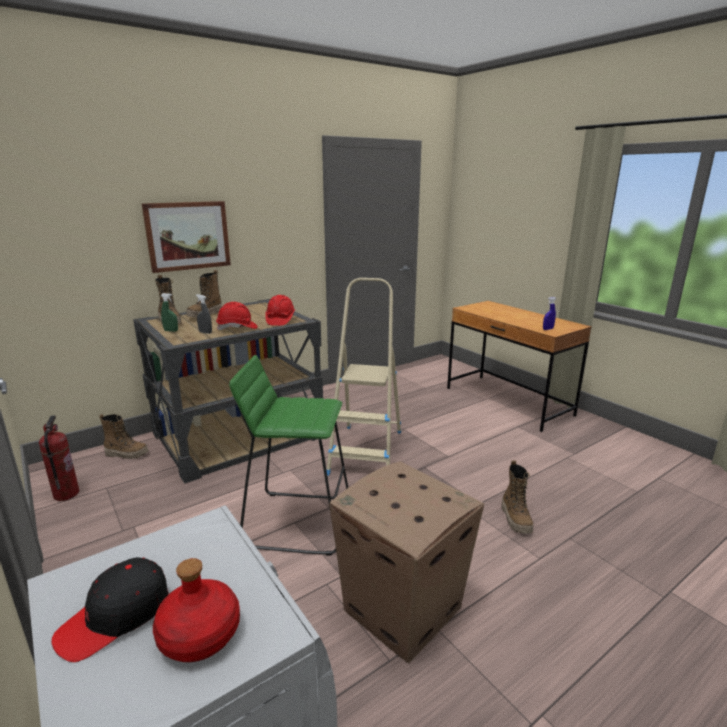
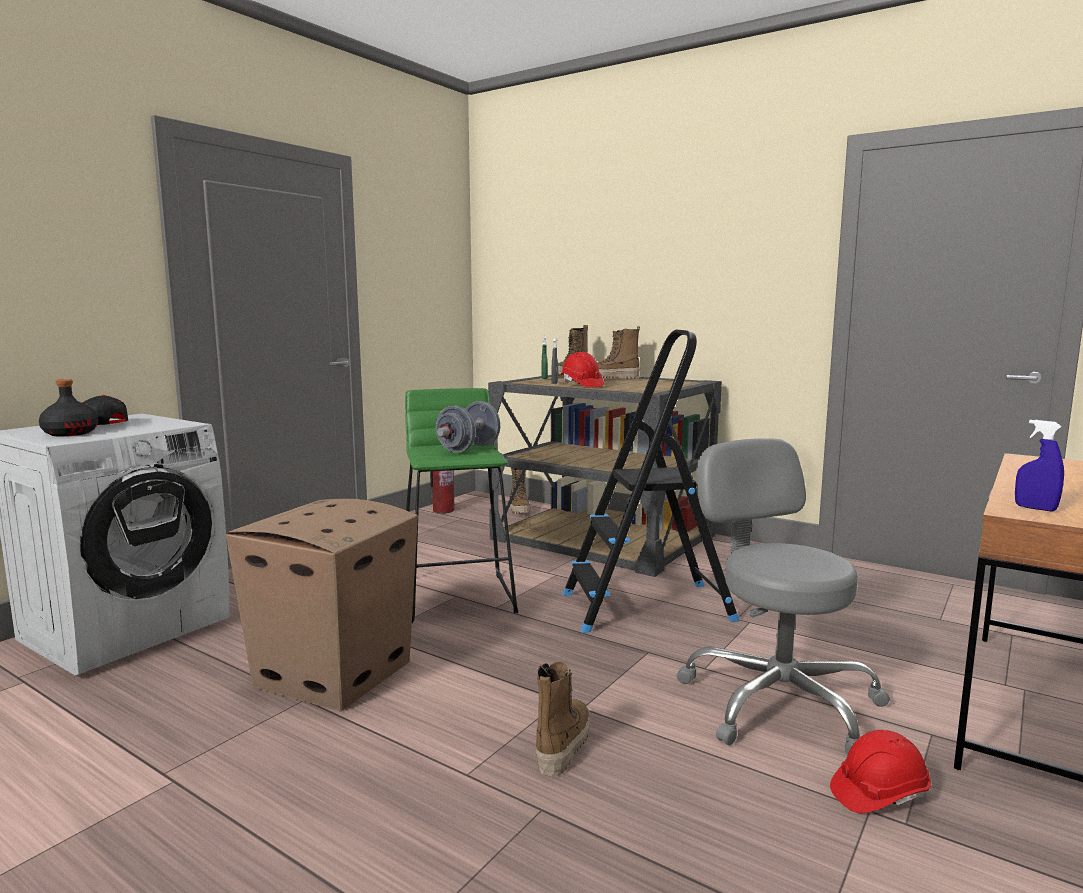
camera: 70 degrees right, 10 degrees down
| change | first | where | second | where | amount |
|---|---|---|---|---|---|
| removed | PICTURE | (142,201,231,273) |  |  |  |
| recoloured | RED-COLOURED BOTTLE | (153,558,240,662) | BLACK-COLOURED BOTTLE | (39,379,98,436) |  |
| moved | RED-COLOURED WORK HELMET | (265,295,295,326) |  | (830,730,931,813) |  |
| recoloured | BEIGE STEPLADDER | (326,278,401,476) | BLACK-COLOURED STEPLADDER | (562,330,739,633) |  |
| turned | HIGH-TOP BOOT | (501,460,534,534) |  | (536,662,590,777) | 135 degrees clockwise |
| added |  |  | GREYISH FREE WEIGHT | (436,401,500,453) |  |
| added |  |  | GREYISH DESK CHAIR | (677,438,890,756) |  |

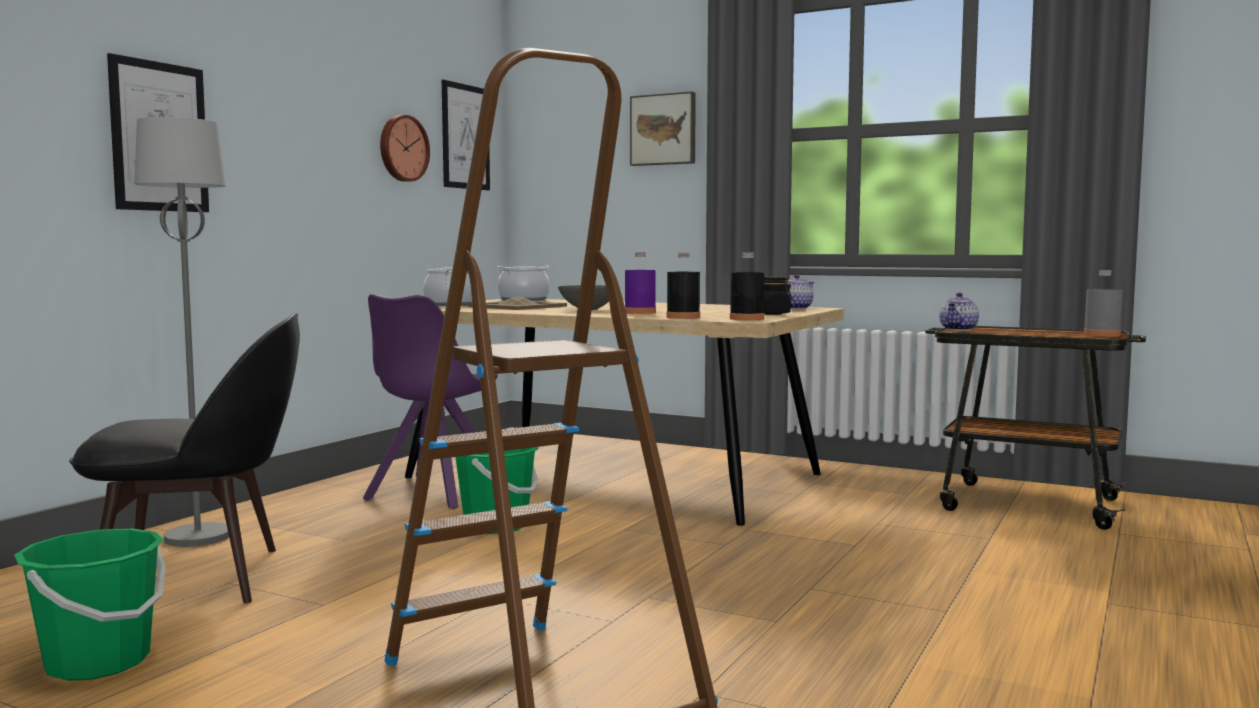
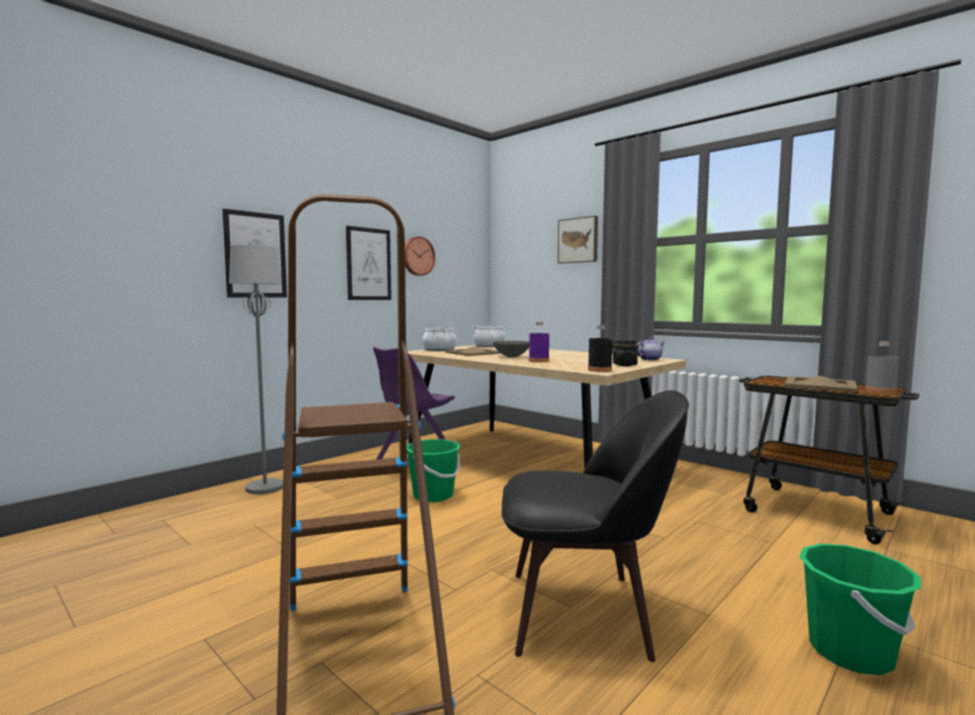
camera: 15 degrees right, 0 degrees up
| change | first | where | second | where | amount |
|---|---|---|---|---|---|
| moved | GREEN BUCKET | (14,529,166,681) |  | (800,544,921,675) |  |
| moved | BLACK-COLOURED CHAIR | (69,313,300,603) |  | (501,390,689,662) |  |
| moved | PICTURE | (442,80,490,190) |  | (346,226,391,300) |  |
| removed | BLACK-COLOURED BOTTLE | (666,252,700,319) |  |  |  |
| removed | TEA POT | (939,292,979,331) |  |  |  |
| added |  |  | BEIGE SERVING TRAY | (785,376,858,392) |  |

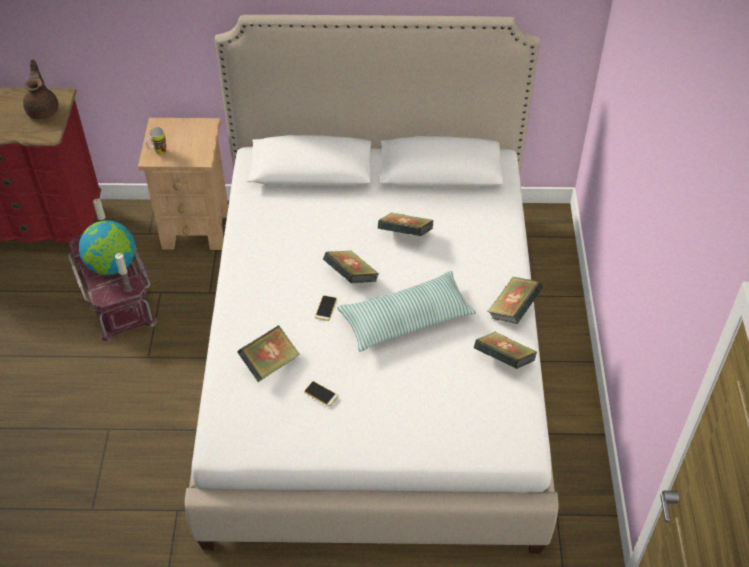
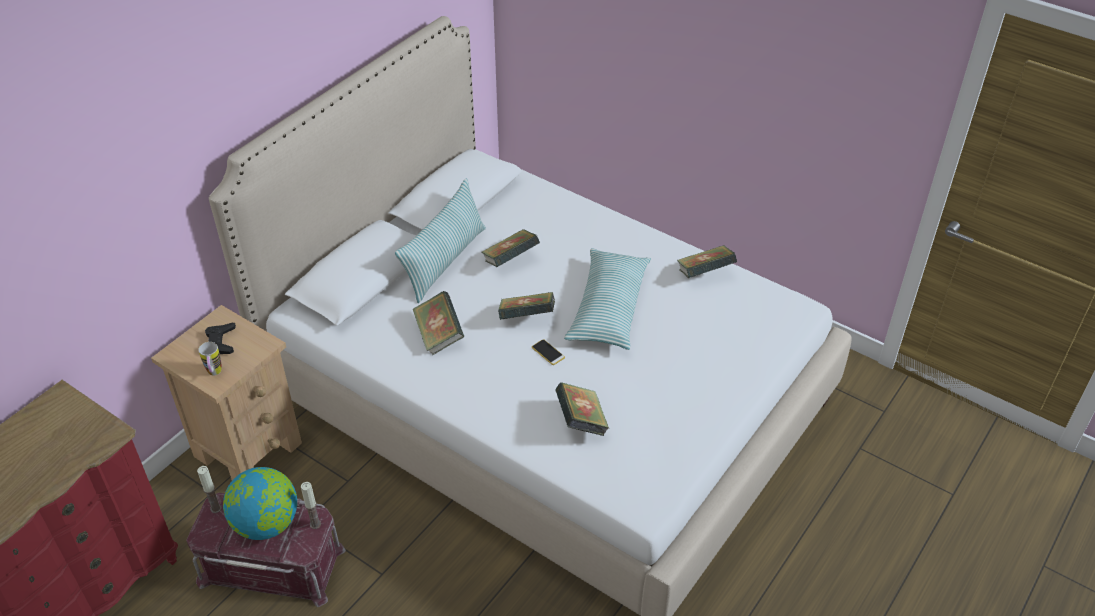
camera: 55 degrees left, 5 degrees down
| change | first | where | second | where | amount |
|---|---|---|---|---|---|
| removed | BROWN TEA POT | (23,59,59,119) |  |  |  |
| removed | TELEPHONE | (304,381,338,406) |  |  |  |
| moved | BOOK | (487,277,543,324) |  | (412,291,464,355) |  |
| added |  |  | BLACK-COLOURED GAMEPAD | (205,323,236,354) |  |
| added |  |  | CUSHION | (395,178,486,303) |  |

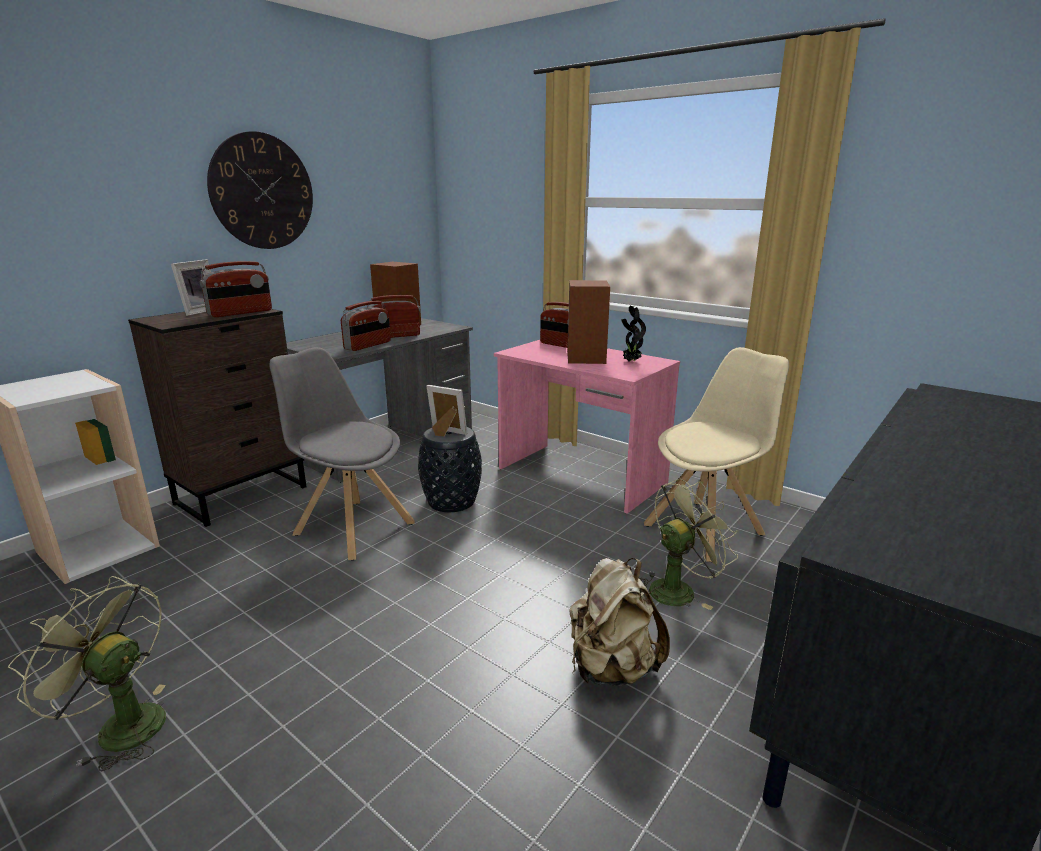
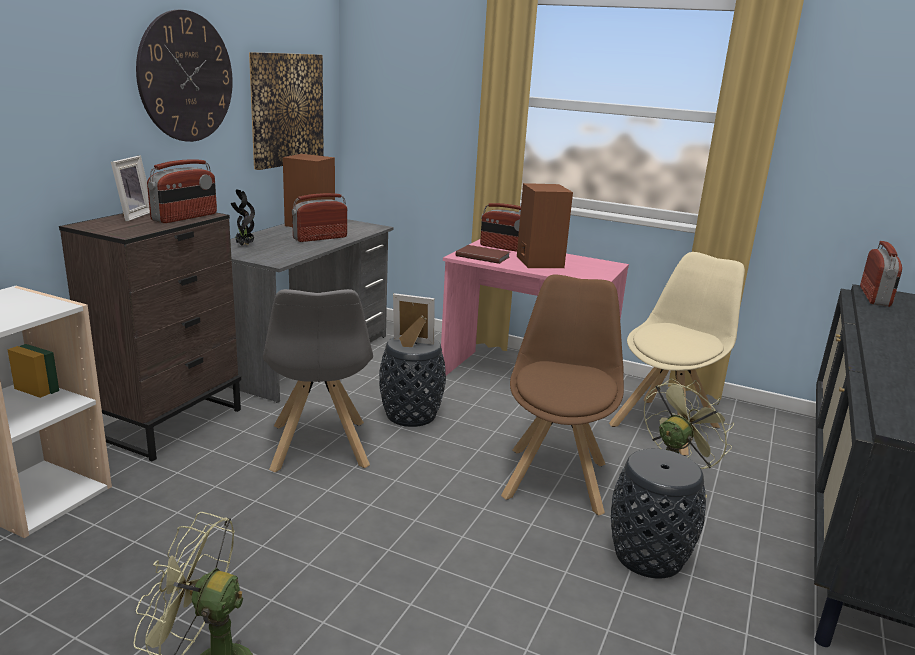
camera: 15 degrees left, 0 degrees up
| change | first | where | second | where | amount |
|---|---|---|---|---|---|
| turned | GREYISH CHAIR | (269,347,415,560) |  | (263,289,373,473) | 120 degrees counterclockwise |
| moved | RADIO SET | (341,301,391,351) |  | (860,241,902,307) |  |
| replaced | BEIGE RUCKSACK | (569,558,670,686) | BLACK-COLOURED STOOL | (611,449,706,579) |  |
| moved | POTTED PLANT | (621,306,646,361) |  | (231,189,255,246) |  |
| added |  |  | PICTURE | (249,52,324,170) |  |
| added |  |  | BROWN BOOK | (456,245,510,264) |  |
| added |  |  | BROWN CHAIR | (501,275,624,516) |  |

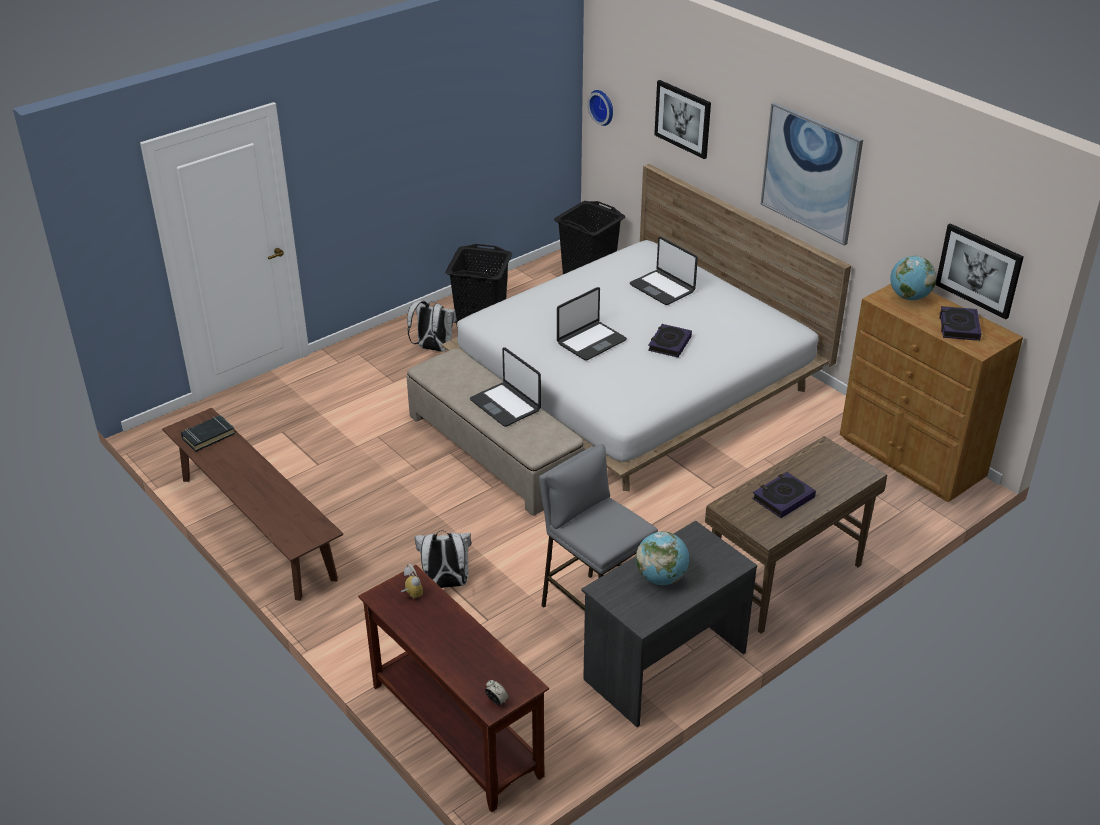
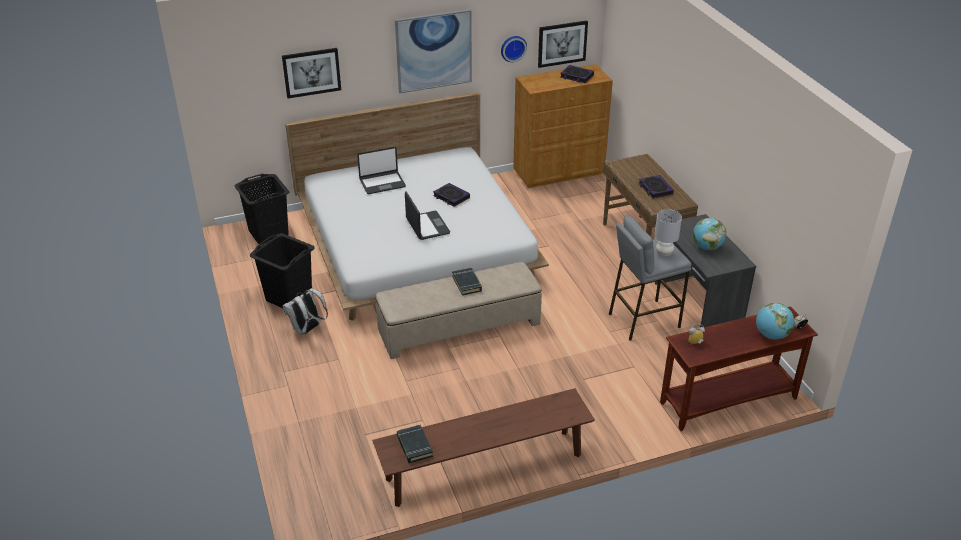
camera: 70 degrees left, 0 degrees up
| change | first | where | second | where | amount |
|---|---|---|---|---|---|
| removed | WHITE-COLOURED RUCKSACK | (415,530,471,588) |  |  |  |
| replaced | NOTEBOOK COMPUTER | (470,347,541,427) | BLACK-COLOURED BOOK | (452,268,482,295) |  |
| moved | HANGING CLOCK | (587,90,613,126) |  | (501,36,527,62) |  |
| moved | WORLD GLOBE | (890,256,936,300) |  | (756,303,794,340) |  |
| added |  |  | GREYISH TABLETOP LAMP | (655,209,682,256) |  |

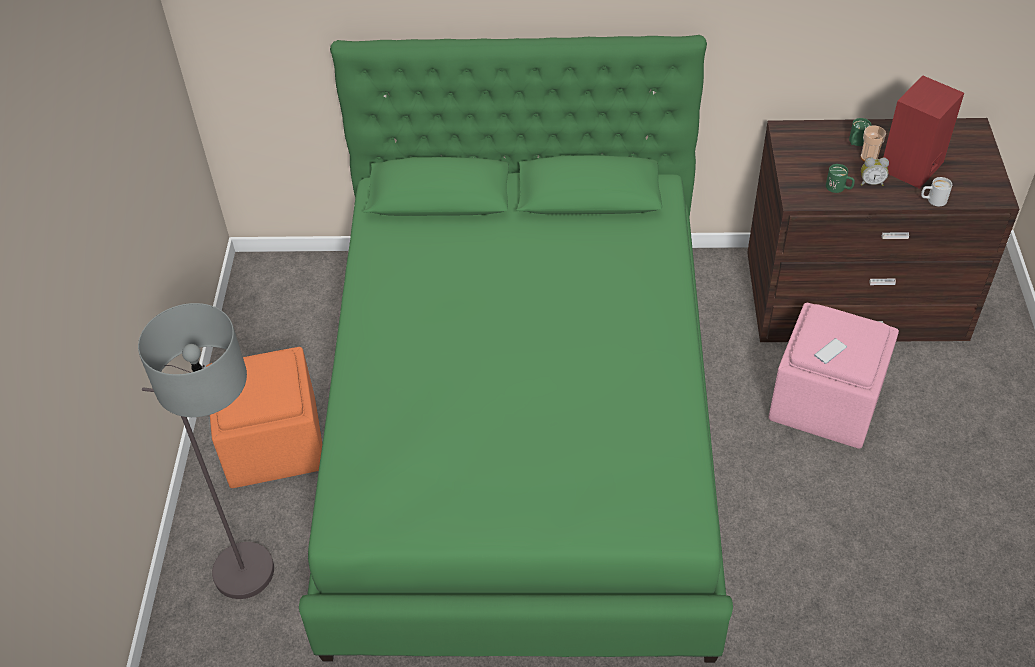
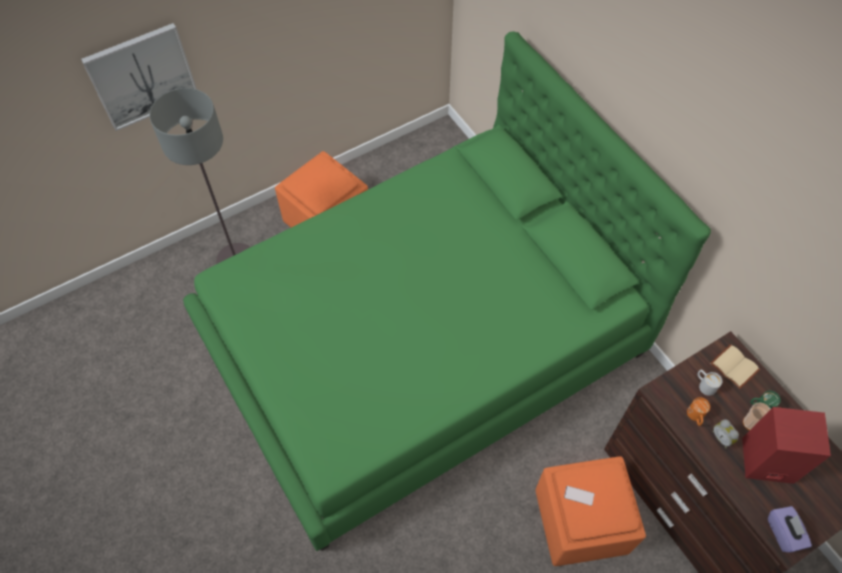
camera: 55 degrees right, 10 degrees up
| change | first | where | second | where | amount |
|---|---|---|---|---|---|
| recoloured | PINK-COLOURED POUFFE | (768,303,899,449) | ORANGEY POUFFE | (535,456,646,566) |  |
| recoloured | GREEN MUG | (826,164,855,193) | ORANGEY MUG | (687,397,710,426) |  |
| moved | WHITE-COLOURED MUG | (921,177,952,206) |  | (698,370,722,396) |  |
| added |  |  | PICTURE | (81,23,196,131) |  |
| added |  |  | BEIGE BOOK | (710,344,760,389) |  |
| added |  |  | PURPLE-COLOURED TISSUE HOLDER | (768,506,812,552) |  |

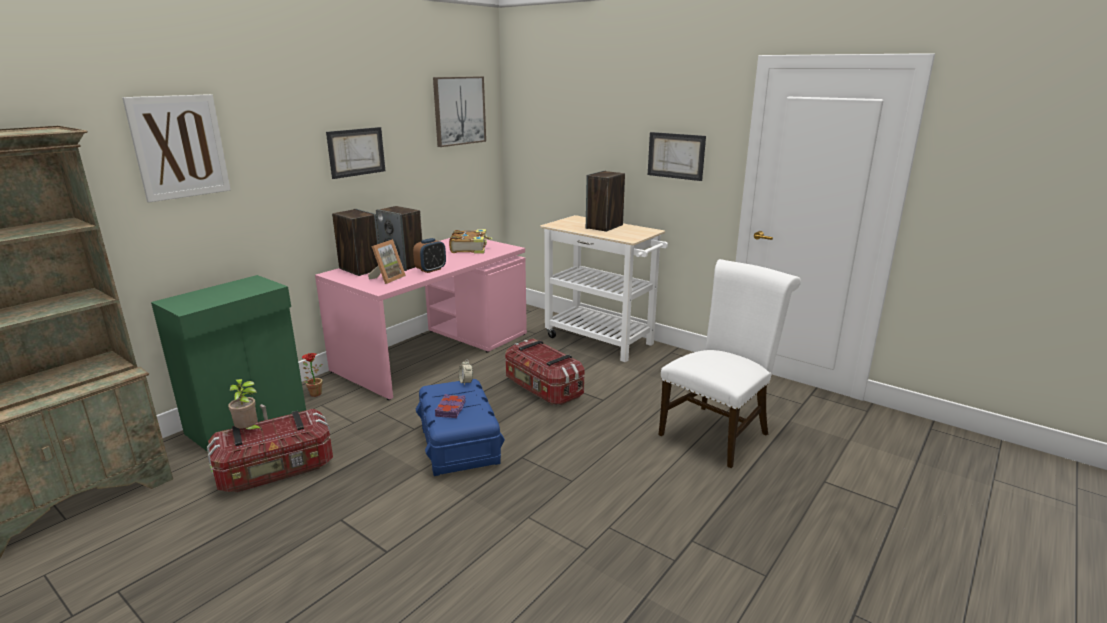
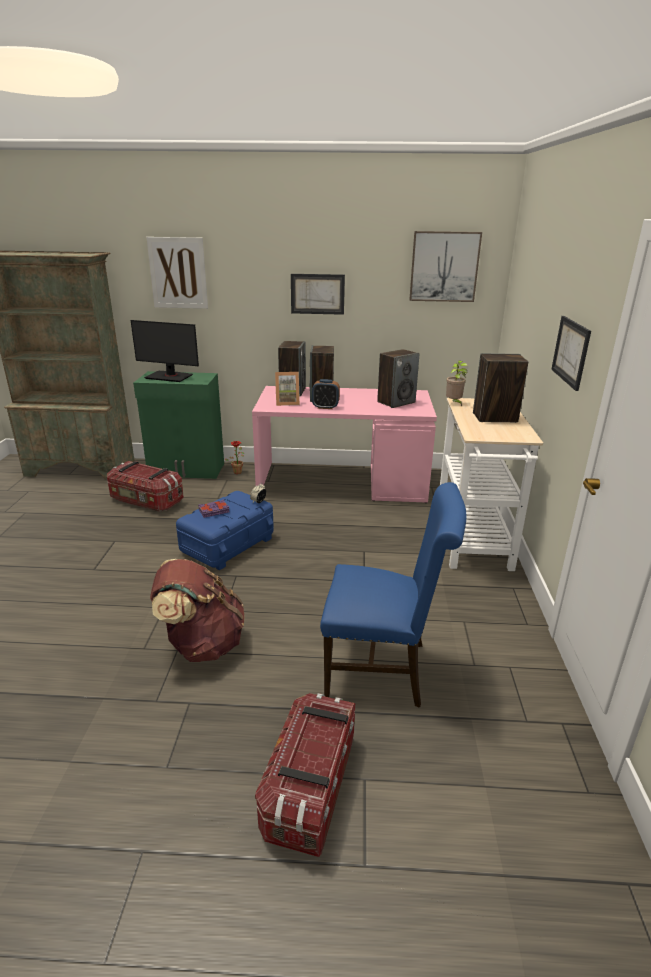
camera: 55 degrees right, 5 degrees up
| change | first | where | second | where | amount |
|---|---|---|---|---|---|
| moved | POTTED PLANT | (228,379,262,430) |  | (446,360,468,406) |  |
| replaced | BOOK | (449,229,493,254) | AUDIO SPEAKER | (377,349,420,408) |  |
| moved | STORAGE CONTAINER | (505,338,585,405) |  | (255,693,355,857) |  |
| recoloured | WHITE-COLOURED CHAIR | (659,259,801,468) | BLUISH CHAIR | (320,482,467,708) |  |
| added |  |  | MONITOR | (131,320,199,382) |  |
| added |  |  | BROWN RUCKSACK | (150,559,245,662) |  |

